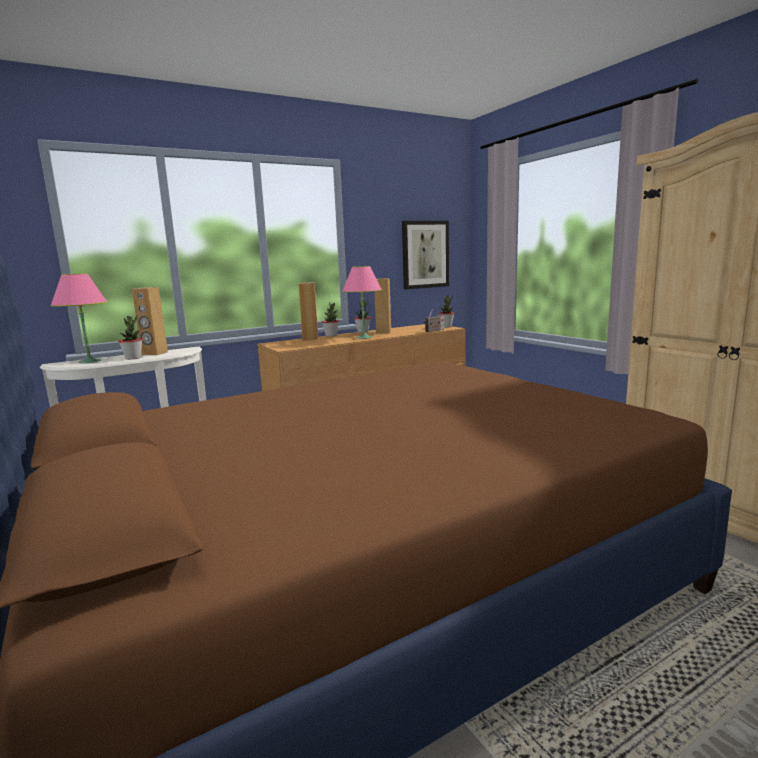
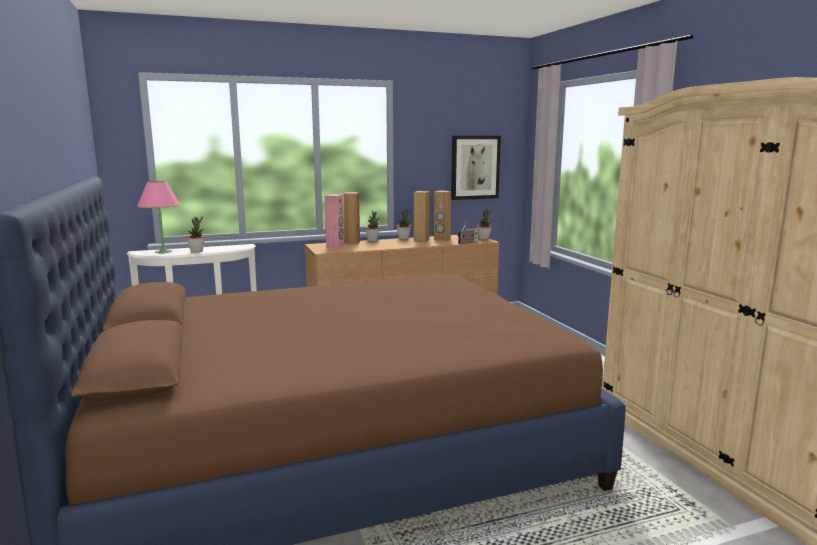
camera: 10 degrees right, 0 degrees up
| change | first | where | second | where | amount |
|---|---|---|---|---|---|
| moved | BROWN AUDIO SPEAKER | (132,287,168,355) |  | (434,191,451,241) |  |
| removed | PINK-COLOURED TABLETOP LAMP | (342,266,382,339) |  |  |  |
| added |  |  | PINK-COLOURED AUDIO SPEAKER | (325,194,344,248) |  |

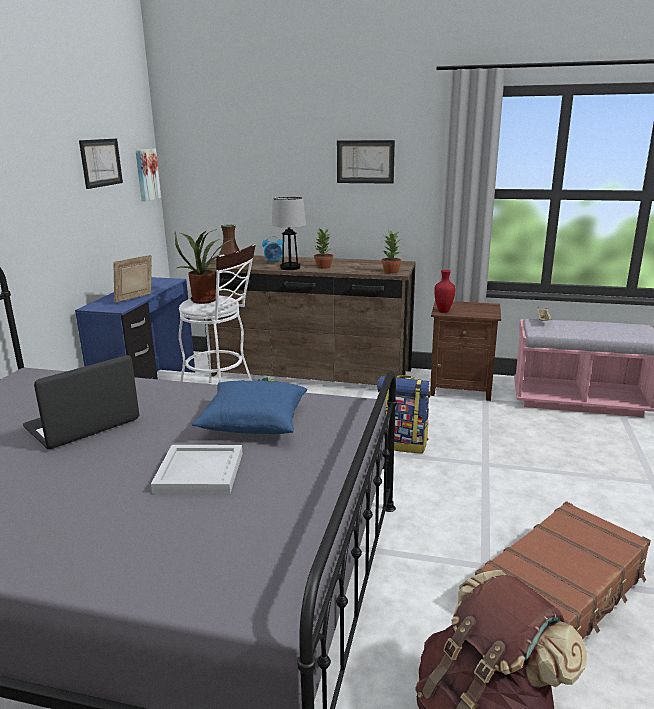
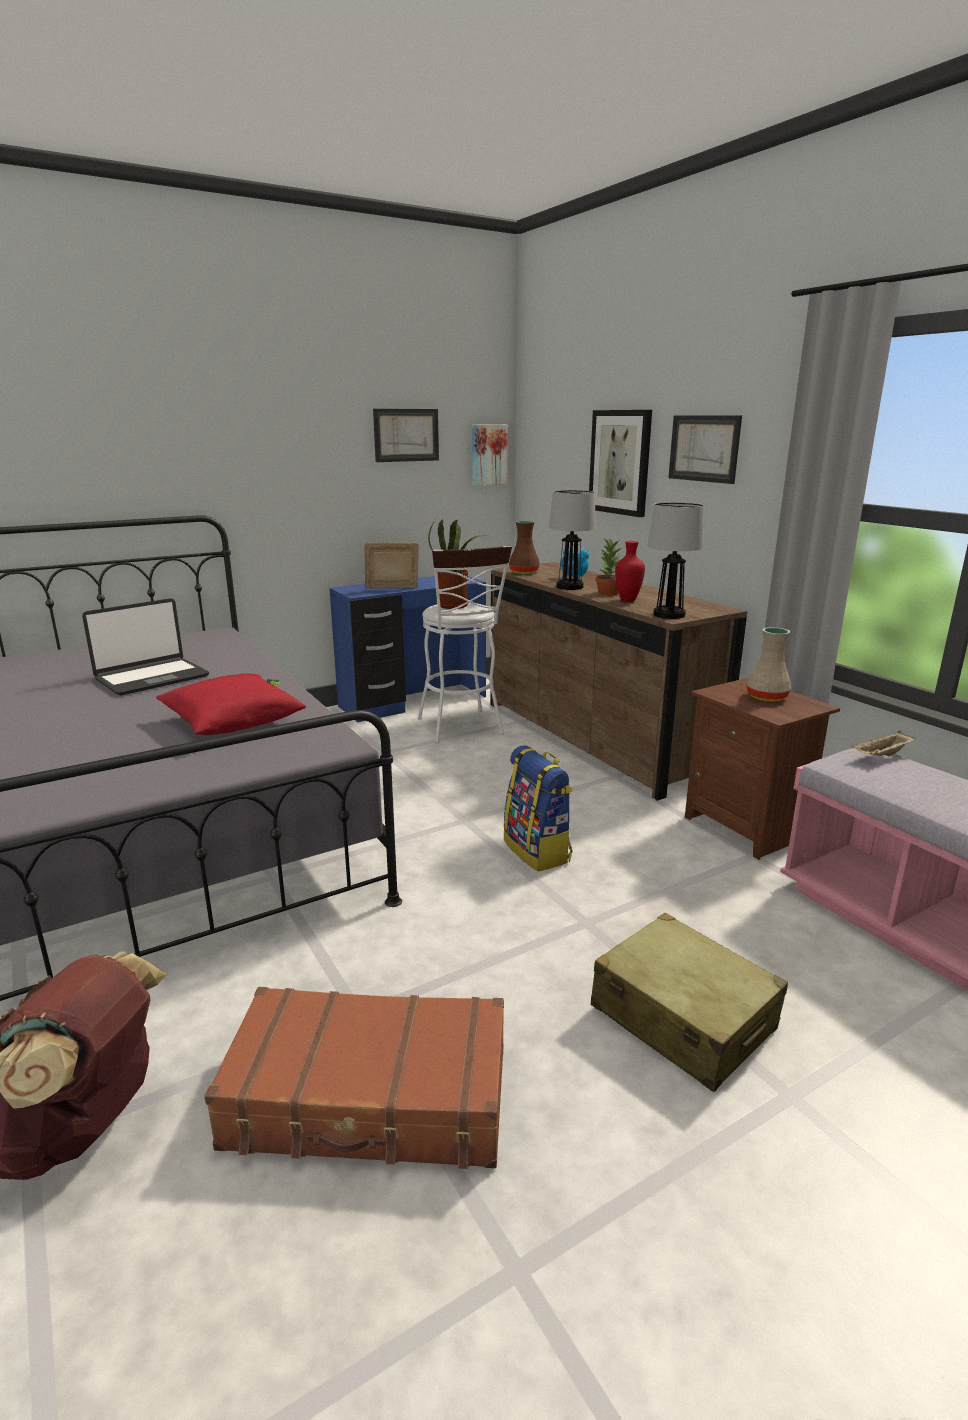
camera: 45 degrees right, 0 degrees up
| change | first | where | second | where | amount |
|---|---|---|---|---|---|
| turned | NOTEBOOK COMPUTER | (23,355,139,449) |  | (82,598,209,695) | 135 degrees clockwise |
| removed | WHITE-COLOURED SERVING TRAY | (151,445,243,494) |  |  |  |
| recoloured | BLUISH CUSHION | (192,377,307,434) | RED-COLOURED CUSHION | (156,673,306,735) |  |
| replaced | POTTED PLANT | (381,230,402,273) | TABLETOP LAMP | (648,502,704,619) |  |
| moved | RED-COLOURED DECORATIVE VASE | (434,270,456,313) |  | (615,541,645,602) |  |
| added |  |  | PICTURE | (589,410,652,517) |  |
| added |  |  | BEIGE PIECE OF LUGGAGE | (591,913,788,1092) |  |
| added |  |  | BEIGE DECORATIVE VASE | (746,627,791,701) |  |

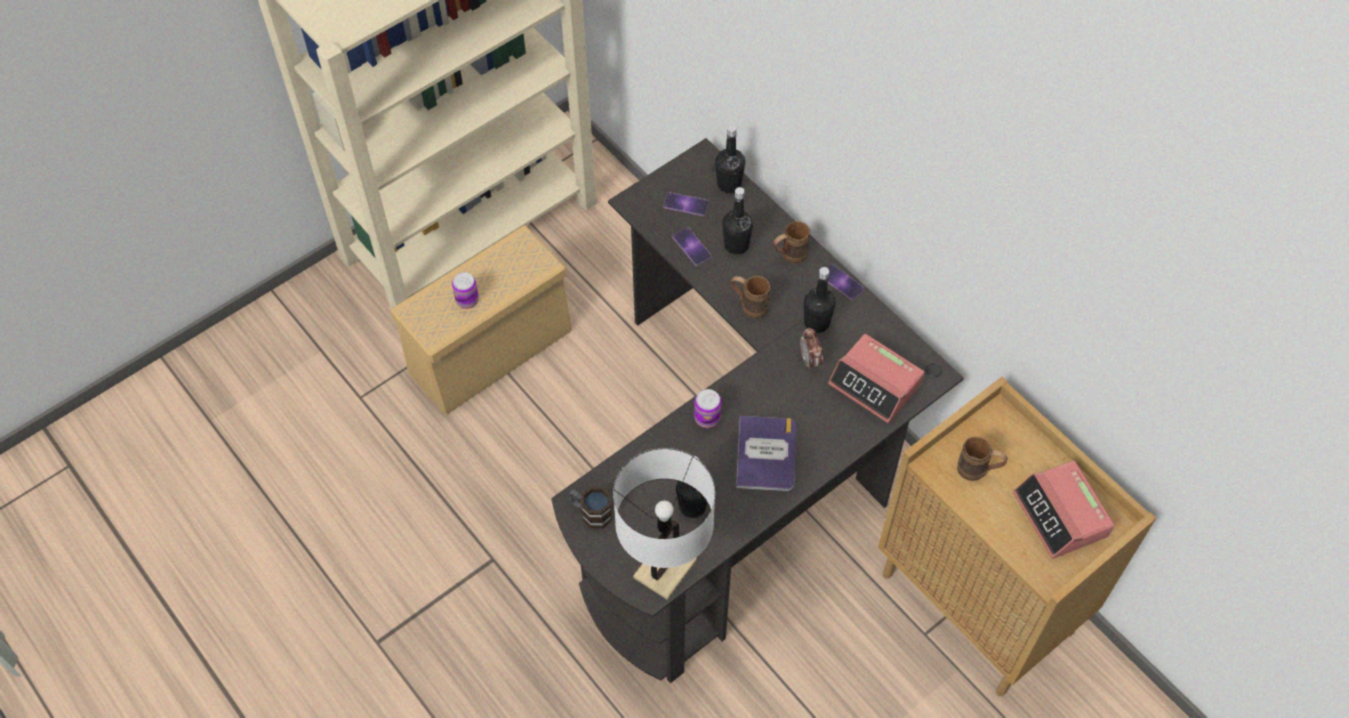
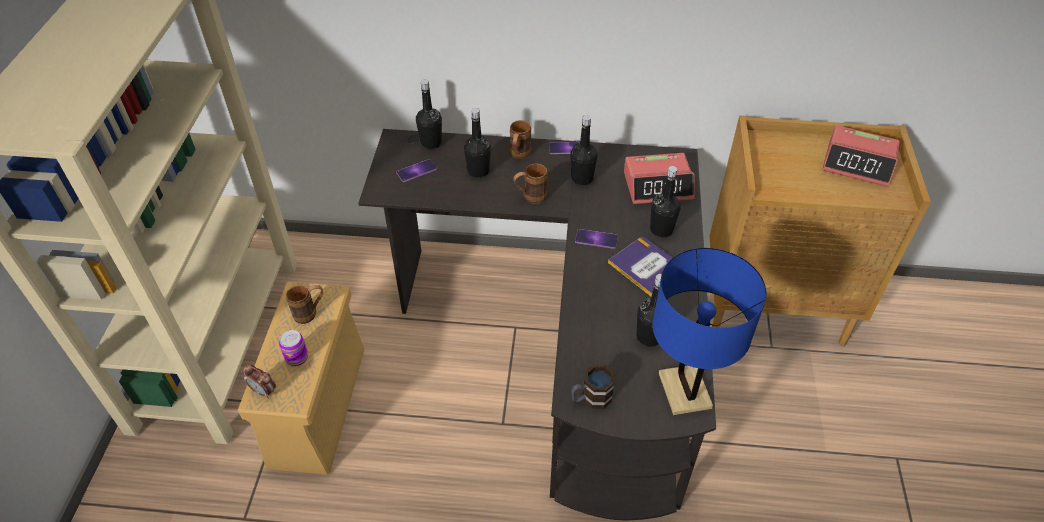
camera: 45 degrees left, 10 degrees down
| change | first | where | second | where | amount |
|---|---|---|---|---|---|
| recoloured | WHITE-COLOURED TABLETOP LAMP | (613,448,715,600) | BLUISH TABLETOP LAMP | (652,248,767,415) |  |
| moved | TELEPHONE | (672,227,712,266) |  | (575,229,618,249) |  |
| removed | CAN | (694,389,722,428) |  |  |  |
| moved | ALARM CLOCK | (800,328,823,370) |  | (243,365,276,399) |  |
| moved | BROWN MUG | (957,436,1008,481) |  | (286,285,323,324) |  |
| added |  |  | BLACK-COLOURED BOTTLE | (650,166,680,237) |  |

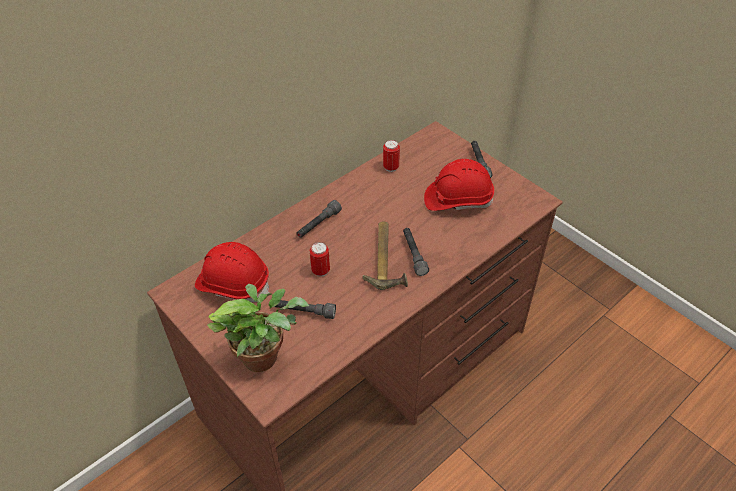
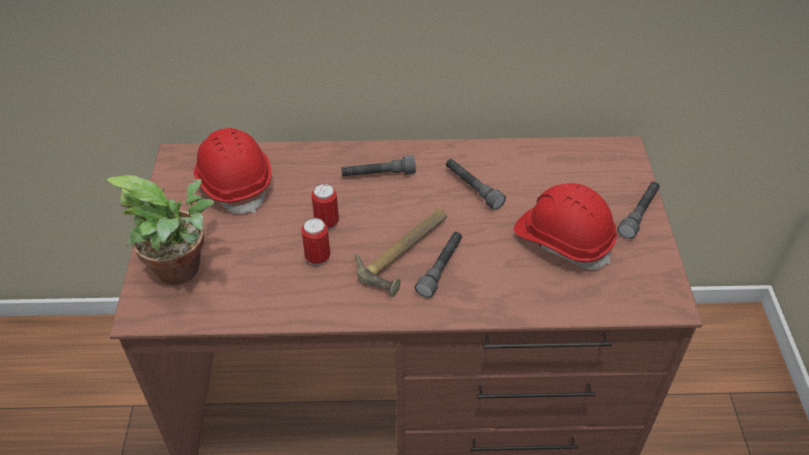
camera: 40 degrees right, 0 degrees up
| change | first | where | second | where | amount |
|---|---|---|---|---|---|
| moved | GREYISH TORCH | (275,300,336,319) |  | (446,159,506,210) |  |
| moved | CAN | (383,140,400,172) |  | (301,218,330,265) |  |

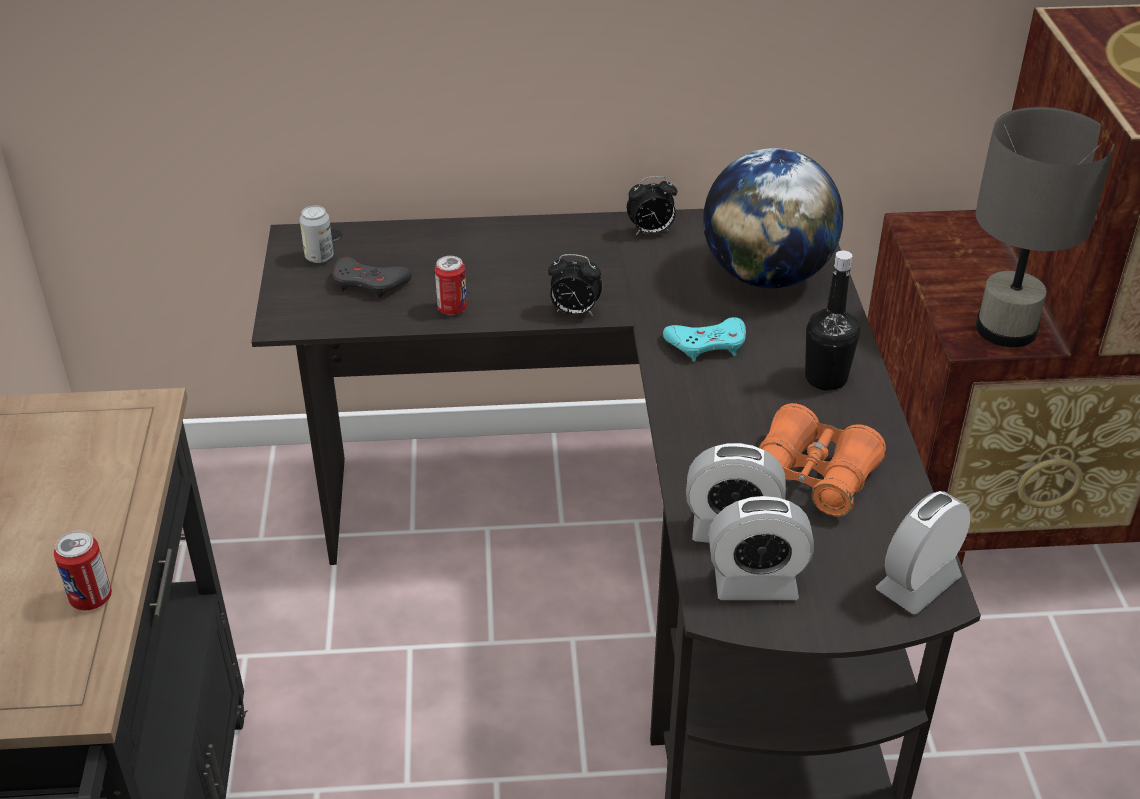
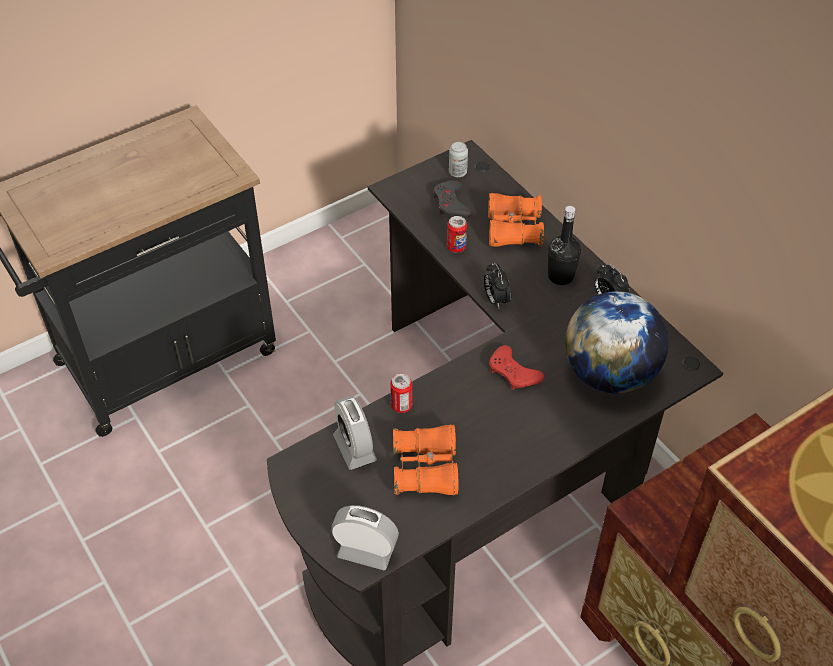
camera: 60 degrees right, 10 degrees up
| change | first | where | second | where | amount |
|---|---|---|---|---|---|
| moved | CAN | (54,531,112,610) |  | (390,374,412,413) |  |
| recoloured | BLUE-GREEN GAMEPAD | (663,317,746,362) | RED-COLOURED GAMEPAD | (489,345,544,390) |  |
| removed | ALARM CLOCK | (709,496,814,600) |  |  |  |
| moved | BLACK-COLOURED BOTTLE | (805,251,860,391) |  | (548,206,581,285) |  |
| removed | GREYISH TABLETOP LAMP | (976,107,1114,347) |  |  |  |
| added |  |  | ORANGEY PAIR OF BINOCULARS | (488,193,544,247) |  |

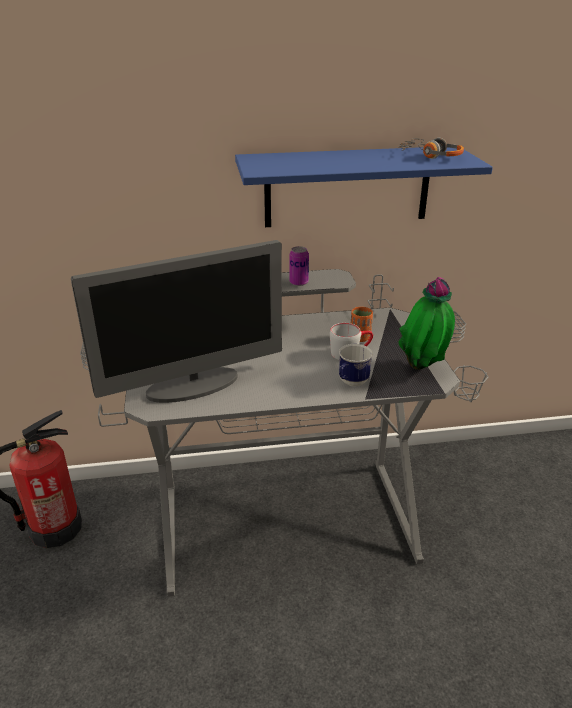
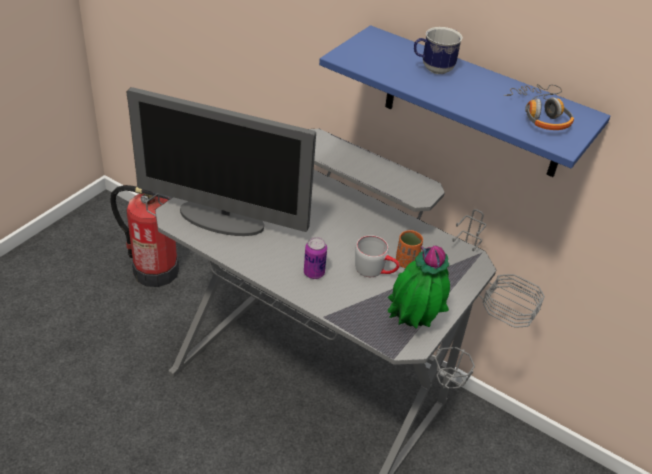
camera: 40 degrees right, 10 degrees up
| change | first | where | second | where | amount |
|---|---|---|---|---|---|
| moved | CAN | (290,246,309,286) |  | (304,237,327,279) |  |
| moved | MUG | (339,344,373,386) |  | (414,27,463,74) |  |

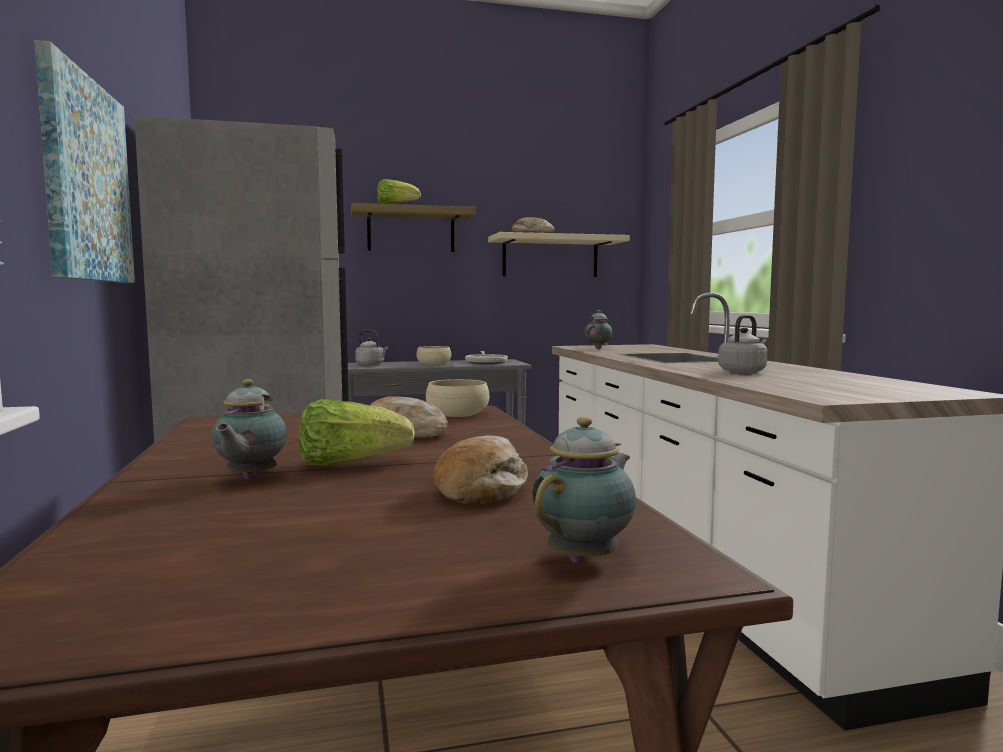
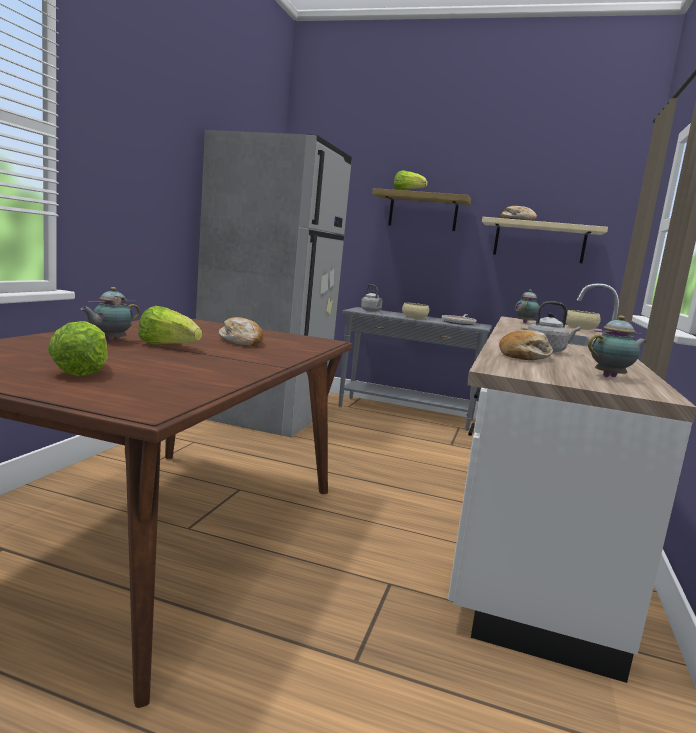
camera: 30 degrees right, 5 degrees up
| change | first | where | second | where | amount |
|---|---|---|---|---|---|
| removed | PICTURE | (34,40,135,283) |  |  |  |
| moved | BEIGE BOWL | (426,379,490,417) |  | (566,310,601,330) |  |
| moved | BREAD | (432,435,528,504) |  | (499,330,553,360) |  |
| moved | TEA POT | (532,416,636,564) |  | (588,316,647,377) |  |
| added |  |  | LETTUCE | (48,321,108,376) |  |

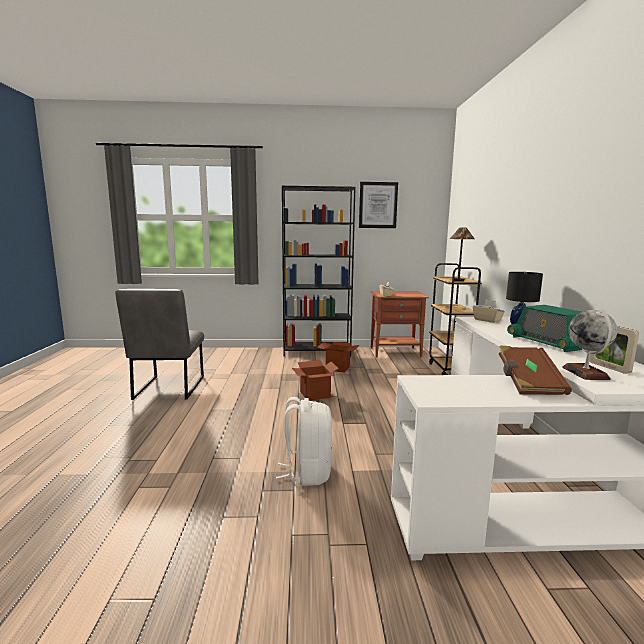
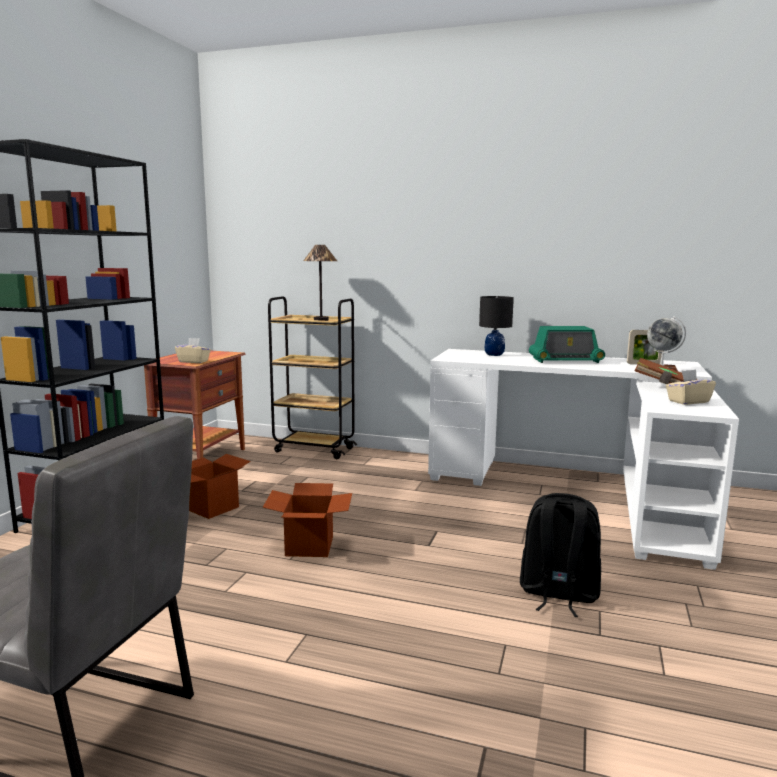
camera: 70 degrees left, 0 degrees up
| change | first | where | second | where | amount |
|---|---|---|---|---|---|
| recoloured | WHITE-COLOURED RUCKSACK | (276,397,332,486) | BLACK-COLOURED RUCKSACK | (520,493,601,617) |  |
| removed | PICTURE | (359,182,398,228) |  |  |  |
| moved | BEIGE TISSUE HOLDER | (473,299,505,323) |  | (666,369,716,405) |  |

